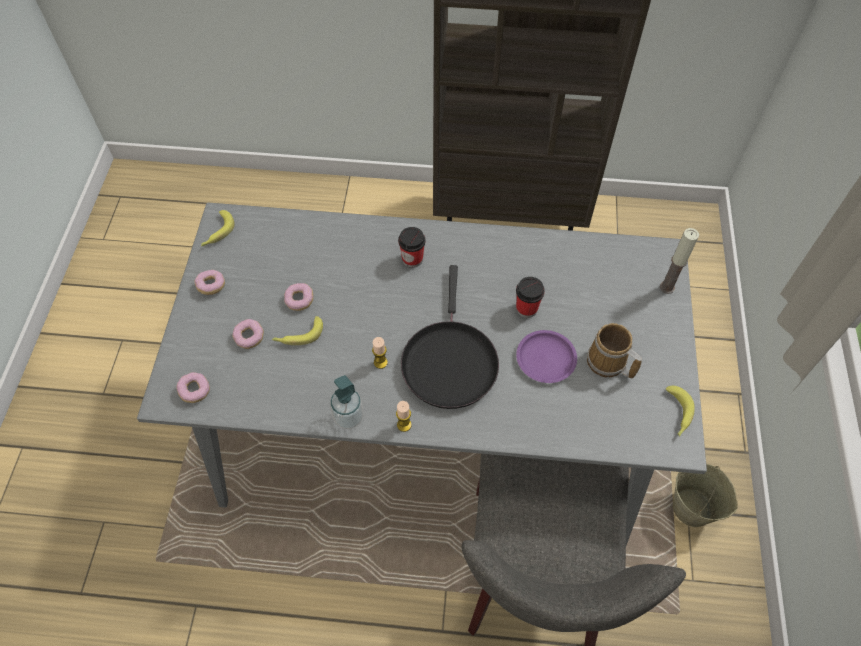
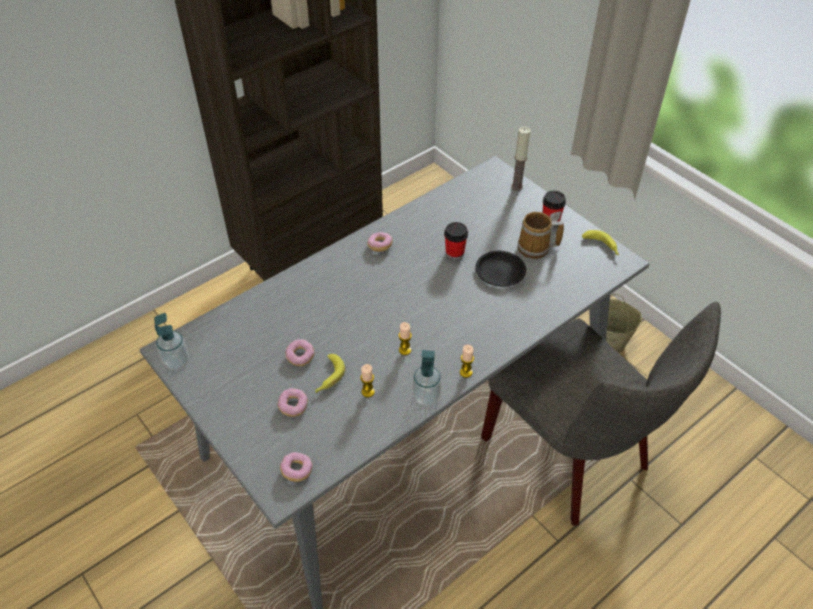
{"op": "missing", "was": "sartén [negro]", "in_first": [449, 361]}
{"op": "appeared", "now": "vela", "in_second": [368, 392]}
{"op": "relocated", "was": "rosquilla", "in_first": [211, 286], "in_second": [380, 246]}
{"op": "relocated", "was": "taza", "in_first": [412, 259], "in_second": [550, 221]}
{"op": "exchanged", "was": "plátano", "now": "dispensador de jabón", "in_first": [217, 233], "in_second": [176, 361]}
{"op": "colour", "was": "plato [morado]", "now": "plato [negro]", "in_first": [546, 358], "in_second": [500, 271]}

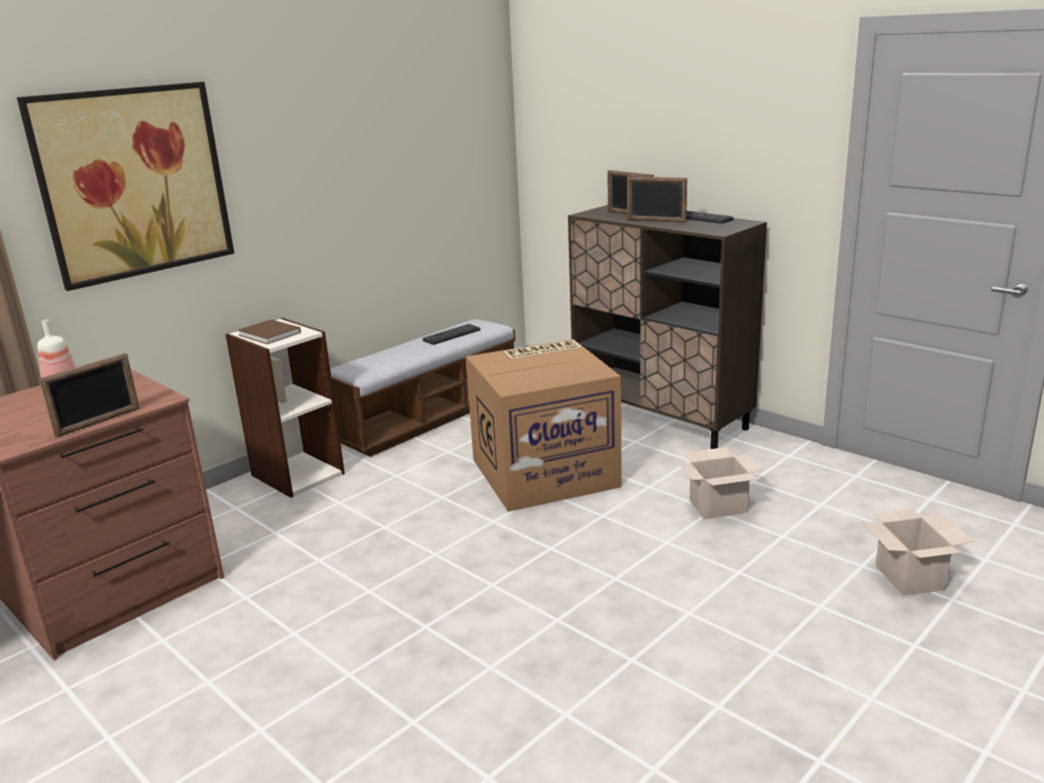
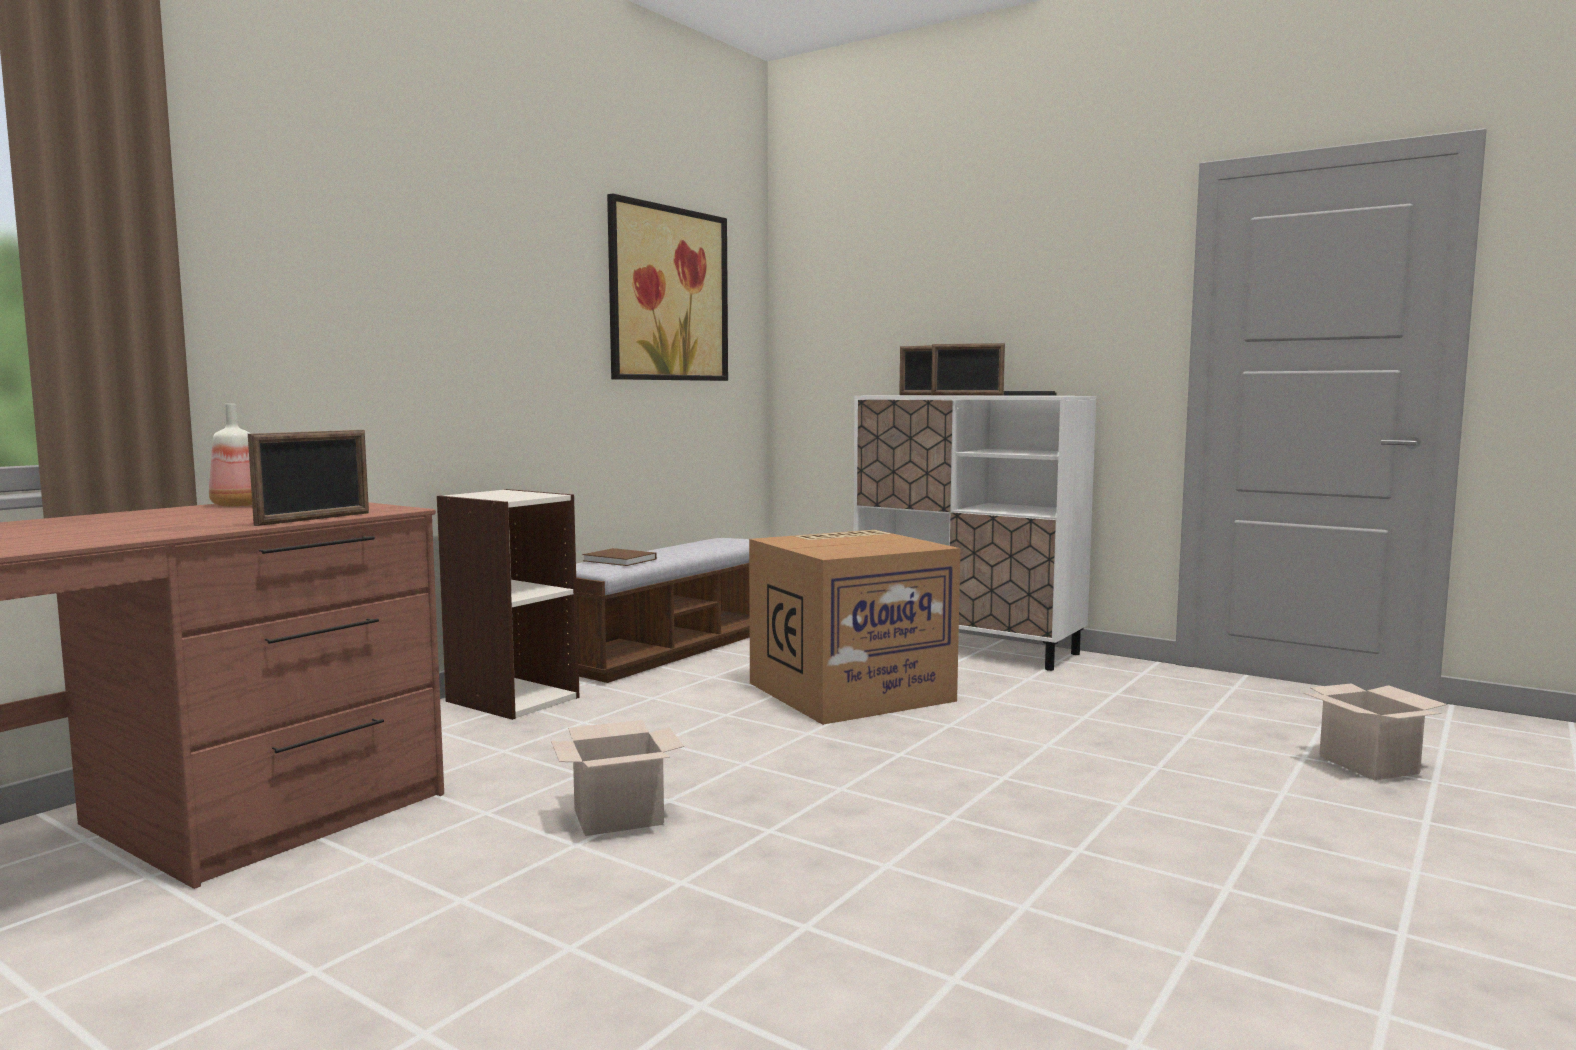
{"op": "missing", "was": "teclado", "in_first": [451, 335]}
{"op": "relocated", "was": "cuadro", "in_first": [134, 182], "in_second": [668, 294]}
{"op": "relocated", "was": "libro [marrón]", "in_first": [270, 334], "in_second": [621, 560]}
{"op": "relocated", "was": "caja de cartón", "in_first": [719, 506], "in_second": [620, 816]}
{"op": "colour", "was": "armario [marrón]", "now": "armario [blanco]", "in_first": [661, 417], "in_second": [967, 647]}

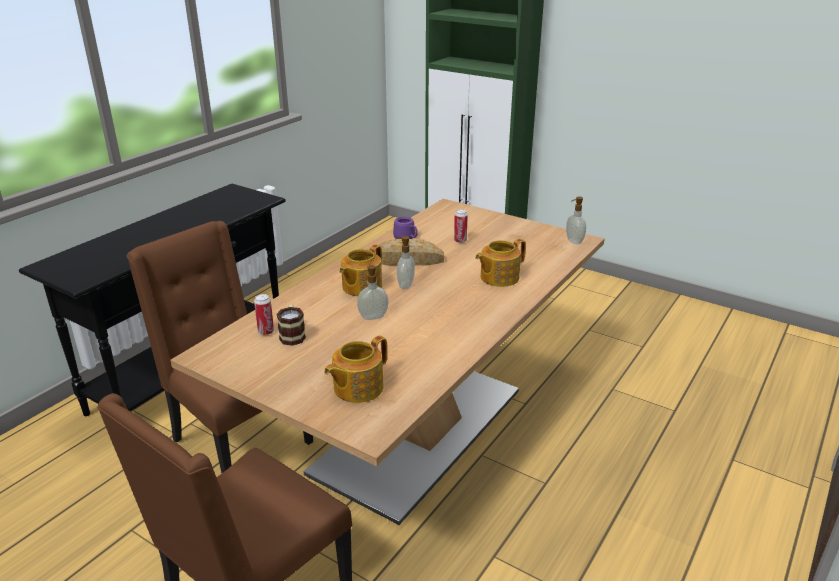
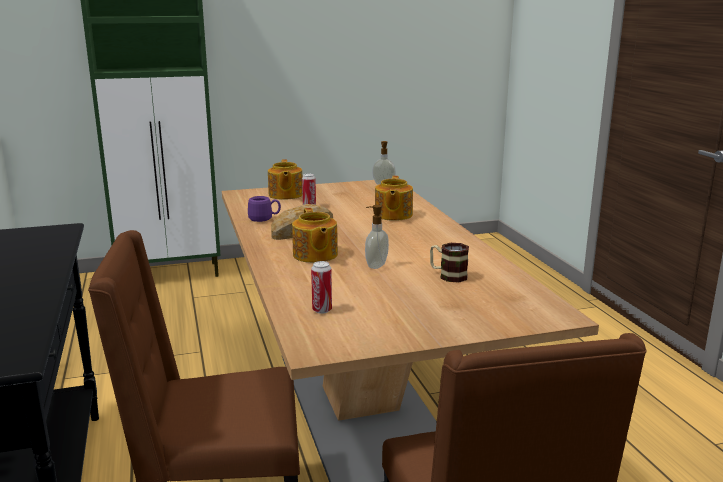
{"op": "missing", "was": "dispensador de jabón", "in_first": [405, 285]}
{"op": "relocated", "was": "taza grande", "in_first": [292, 335], "in_second": [448, 275]}
{"op": "relocated", "was": "tetera", "in_first": [357, 388], "in_second": [285, 195]}

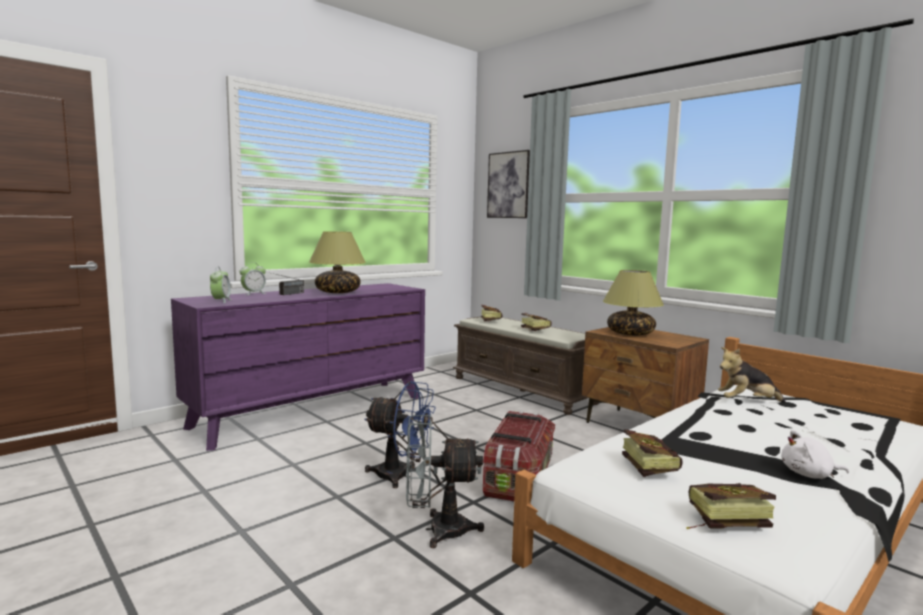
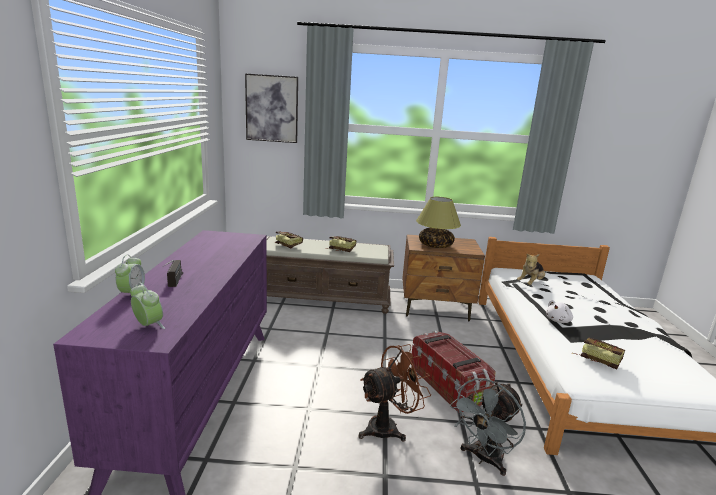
{"op": "missing", "was": "lámpara de mesa", "in_first": [338, 292]}
{"op": "missing", "was": "libro", "in_first": [720, 522]}
{"op": "relocated", "was": "peluche [blanco]", "in_first": [809, 475], "in_second": [558, 320]}
{"op": "colour", "was": "ventilador [azul]", "now": "ventilador [marrón]", "in_first": [400, 476], "in_second": [389, 427]}

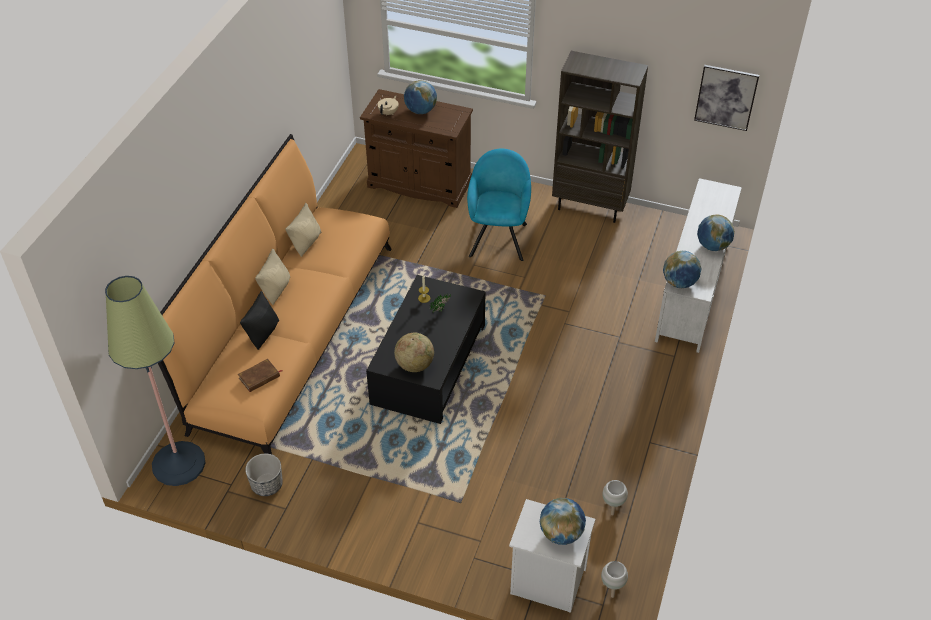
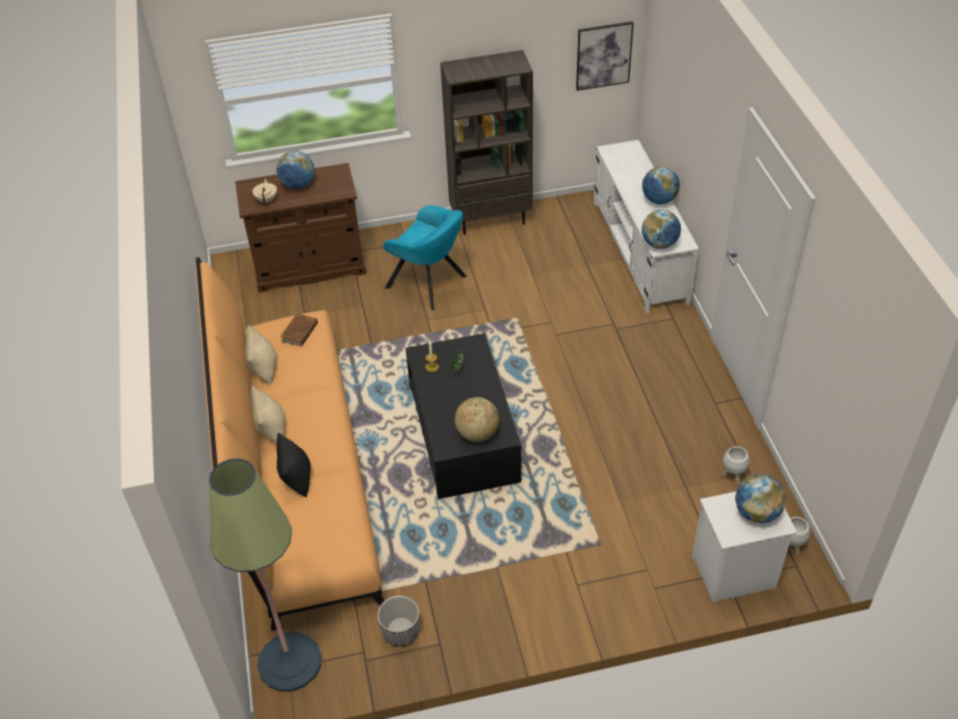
{"op": "relocated", "was": "libro [marrón]", "in_first": [259, 377], "in_second": [300, 332]}
{"op": "spun", "was": "sillón [turquesa]", "in_first": [498, 237], "in_second": [429, 283], "clockwise": 150}

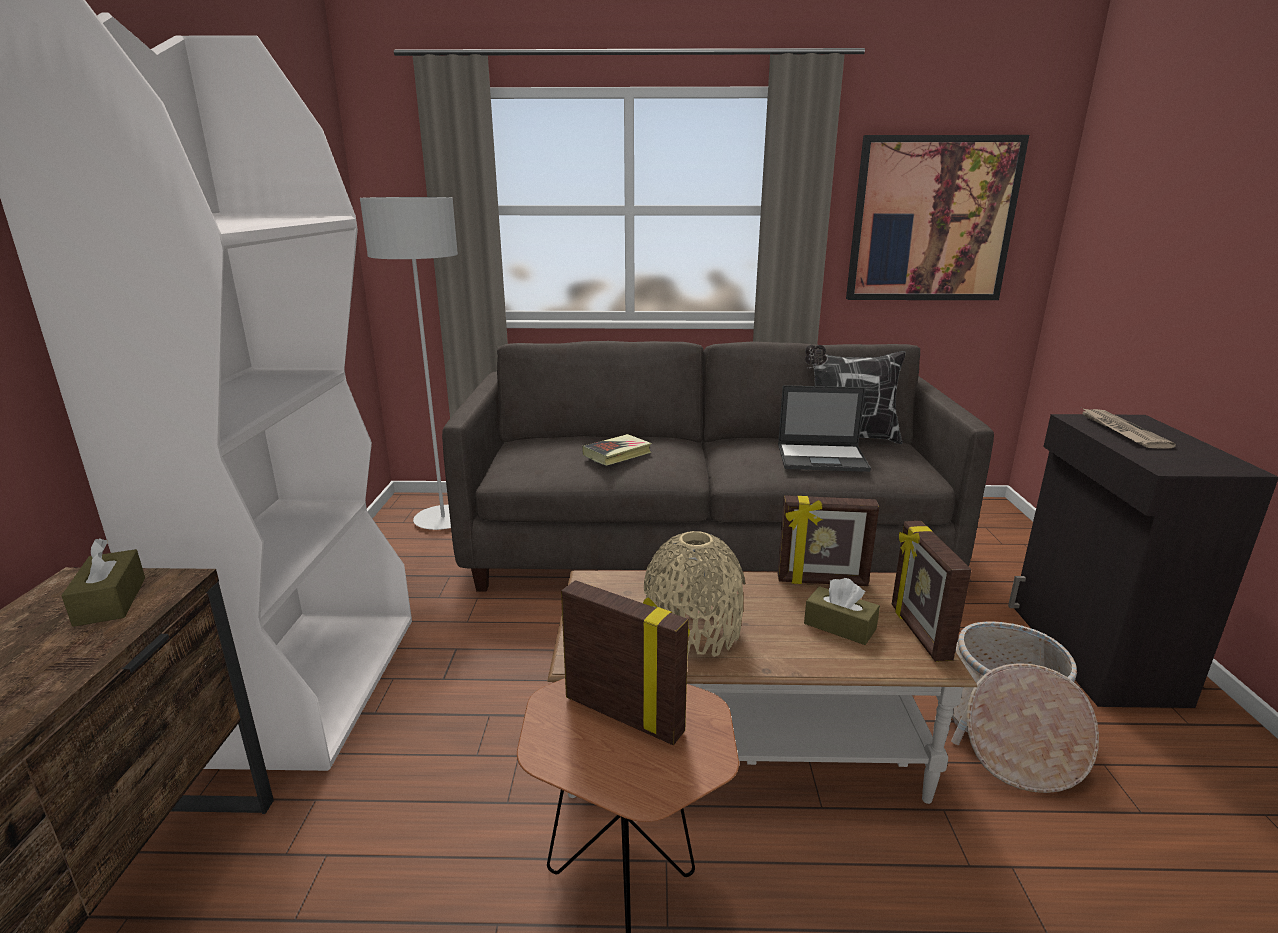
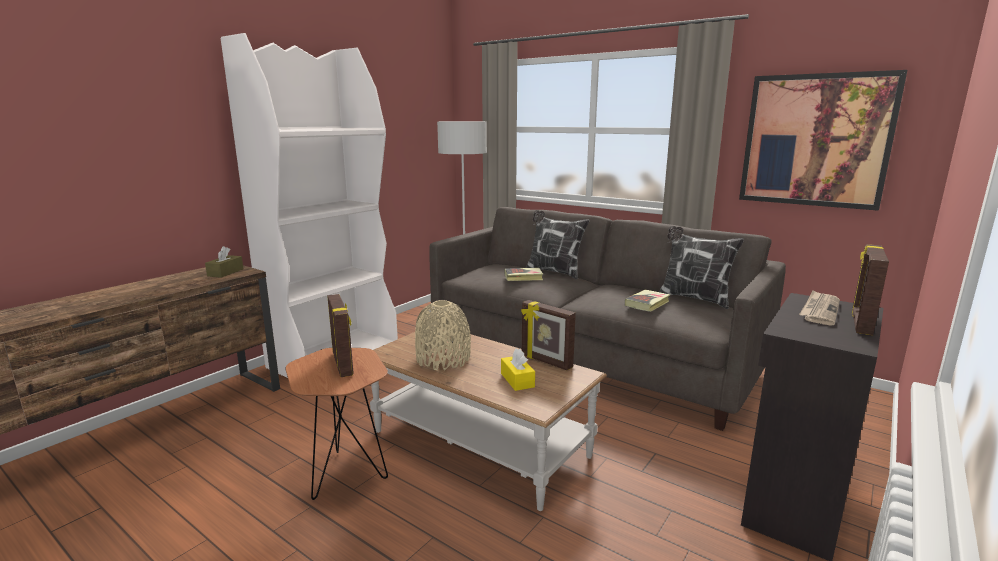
{"op": "missing", "was": "cesta", "in_first": [1006, 728]}
{"op": "appeared", "now": "cojín", "in_second": [554, 272]}
{"op": "relocated", "was": "portarretratos", "in_first": [918, 632], "in_second": [860, 323]}
{"op": "exchanged", "was": "portátil", "now": "libro", "in_first": [823, 458], "in_second": [647, 303]}
{"op": "colour", "was": "caja de pañuelos [marrón]", "now": "caja de pañuelos [amarillo]", "in_first": [839, 626], "in_second": [517, 380]}

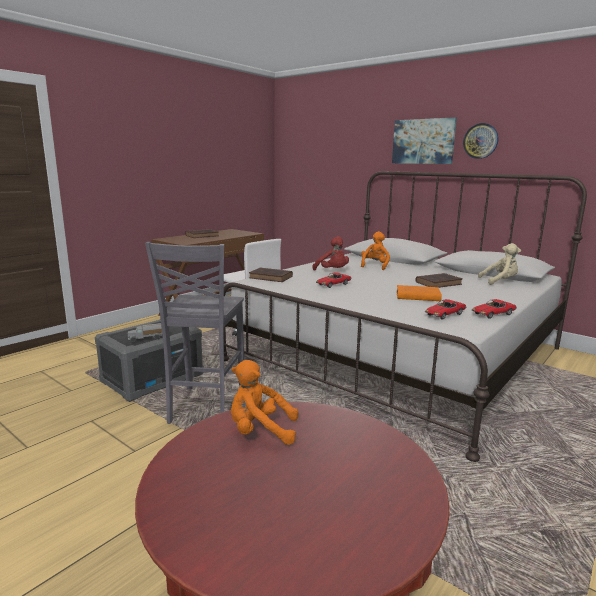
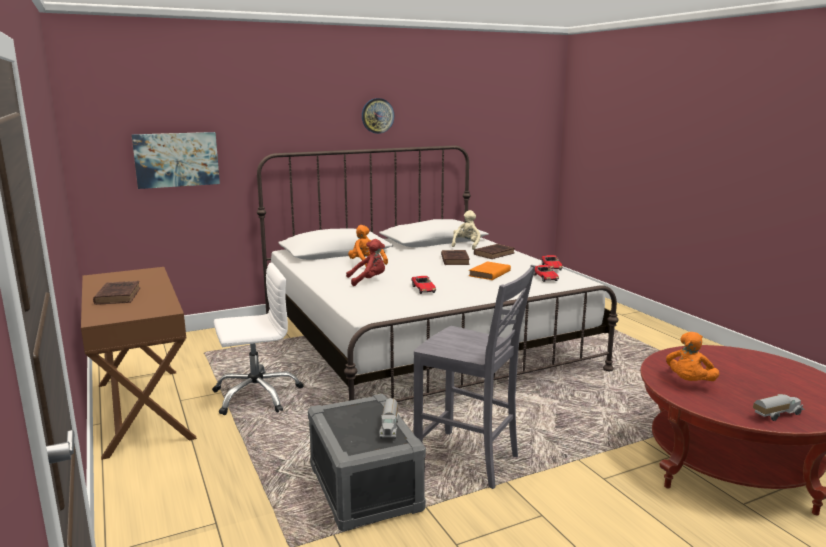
{"op": "appeared", "now": "camión de juguete", "in_second": [776, 415]}
{"op": "relocated", "was": "libro [marrón]", "in_first": [271, 277], "in_second": [495, 254]}
{"op": "relocated", "was": "cuadro", "in_first": [423, 141], "in_second": [176, 159]}

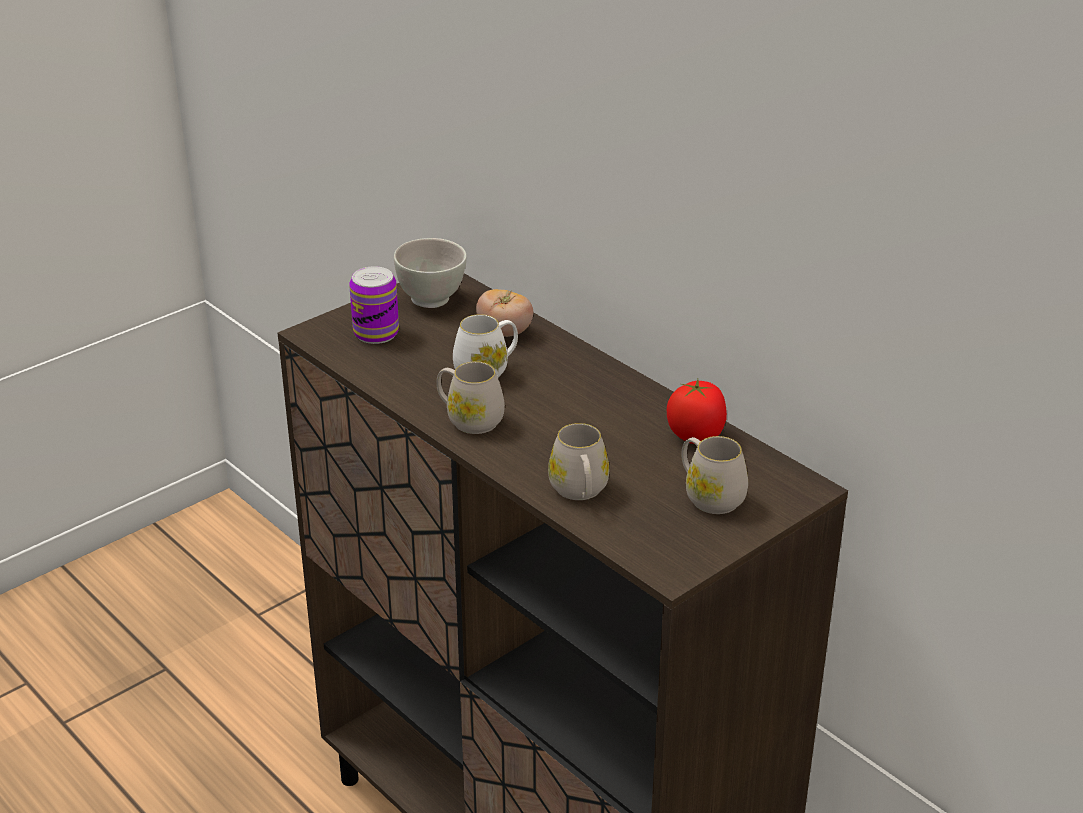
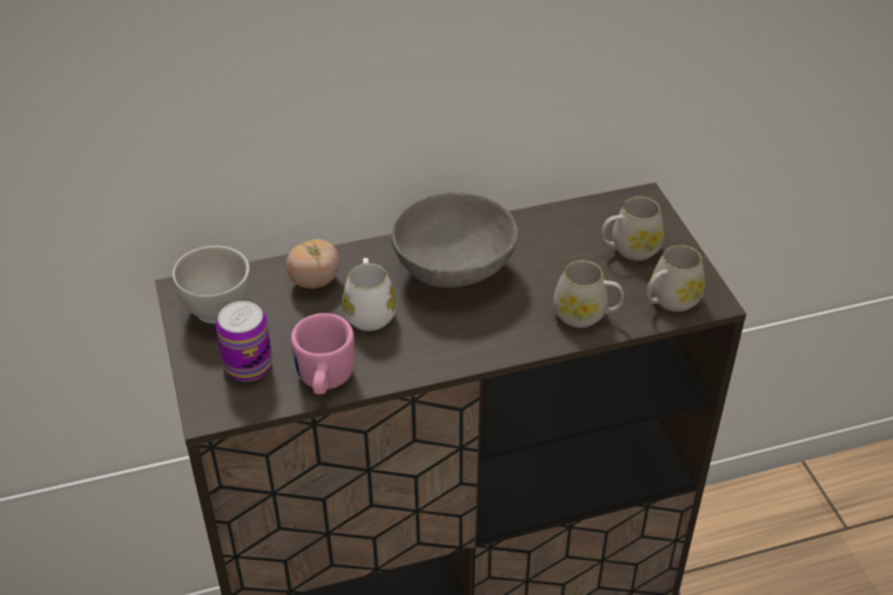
{"op": "missing", "was": "tomate", "in_first": [696, 436]}
{"op": "appeared", "now": "taza grande [rosa]", "in_second": [323, 381]}
{"op": "appeared", "now": "cuenco [gris]", "in_second": [455, 269]}
{"op": "relocated", "was": "taza grande [blanco]", "in_first": [469, 419], "in_second": [669, 300]}

